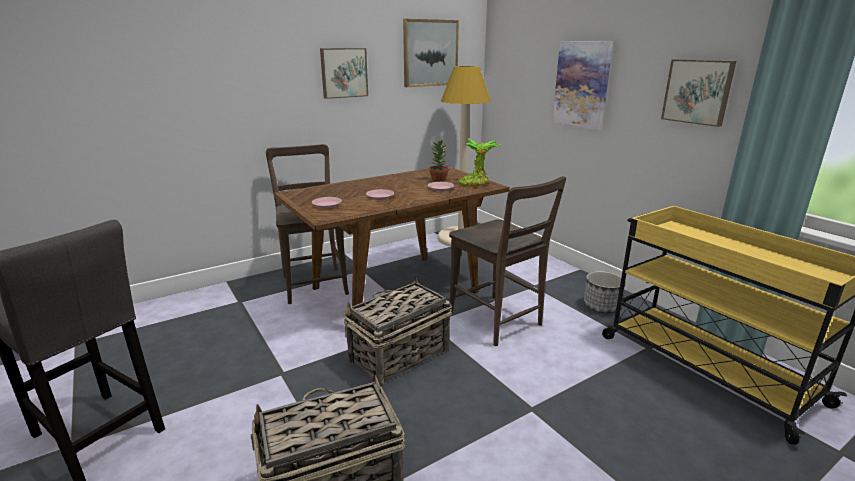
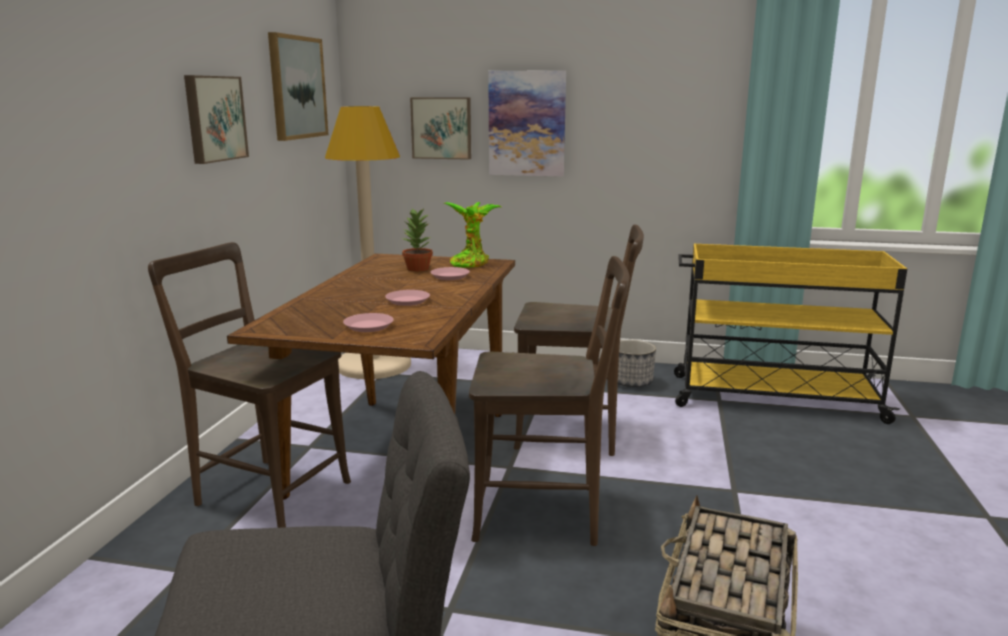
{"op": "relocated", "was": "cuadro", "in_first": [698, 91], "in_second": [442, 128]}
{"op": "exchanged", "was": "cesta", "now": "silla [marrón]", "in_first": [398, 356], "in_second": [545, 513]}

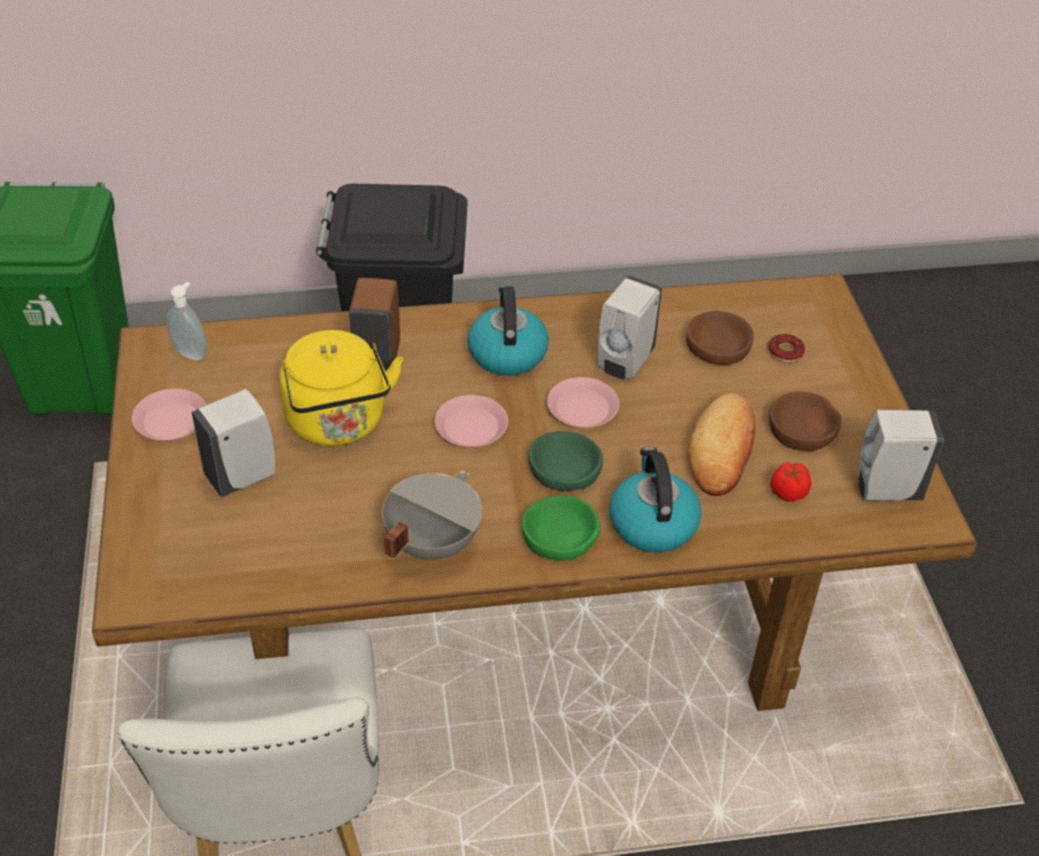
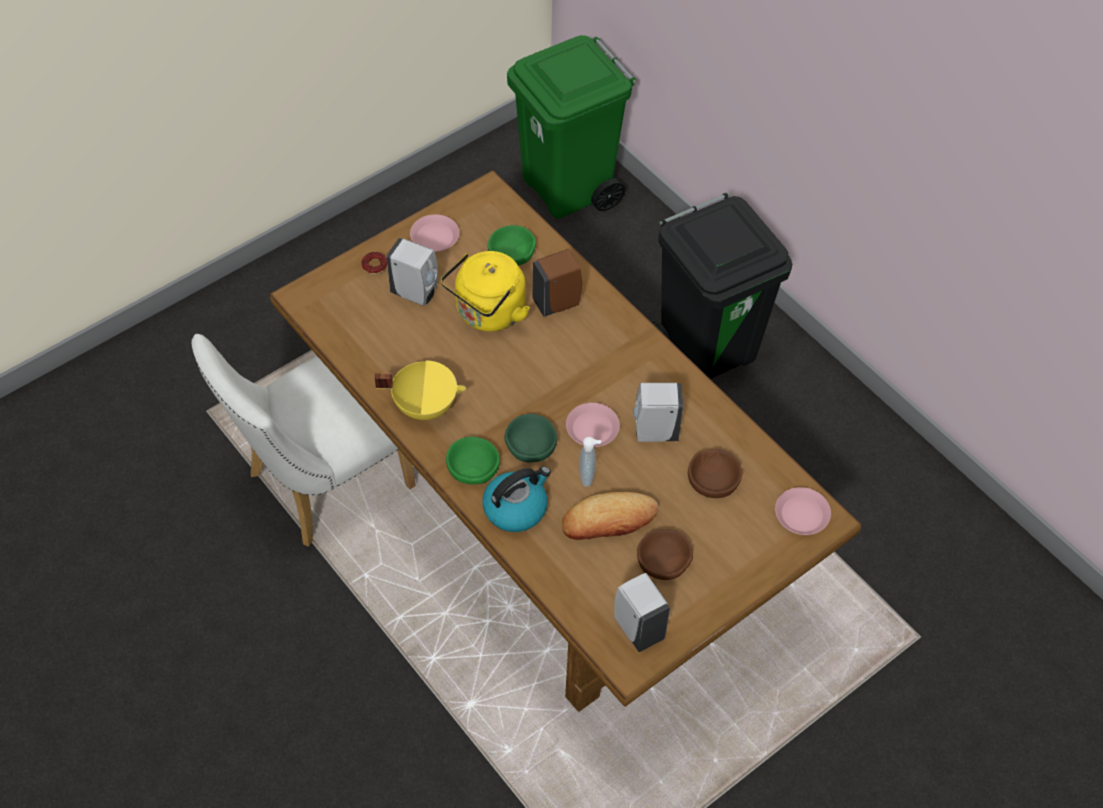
{"op": "missing", "was": "hervidor", "in_first": [507, 353]}
{"op": "missing", "was": "tomate", "in_first": [787, 492]}
{"op": "appeared", "now": "cuenco [verde]", "in_second": [512, 251]}
{"op": "relocated", "was": "dispensador de jabón", "in_first": [192, 353], "in_second": [588, 476]}
{"op": "relocated", "was": "plato [rosa]", "in_first": [471, 427], "in_second": [801, 514]}
{"op": "relocated", "was": "rosquilla", "in_first": [785, 352], "in_second": [374, 265]}
{"op": "colour", "was": "olla [gris]", "now": "olla [amarillo]", "in_first": [430, 542], "in_second": [425, 405]}

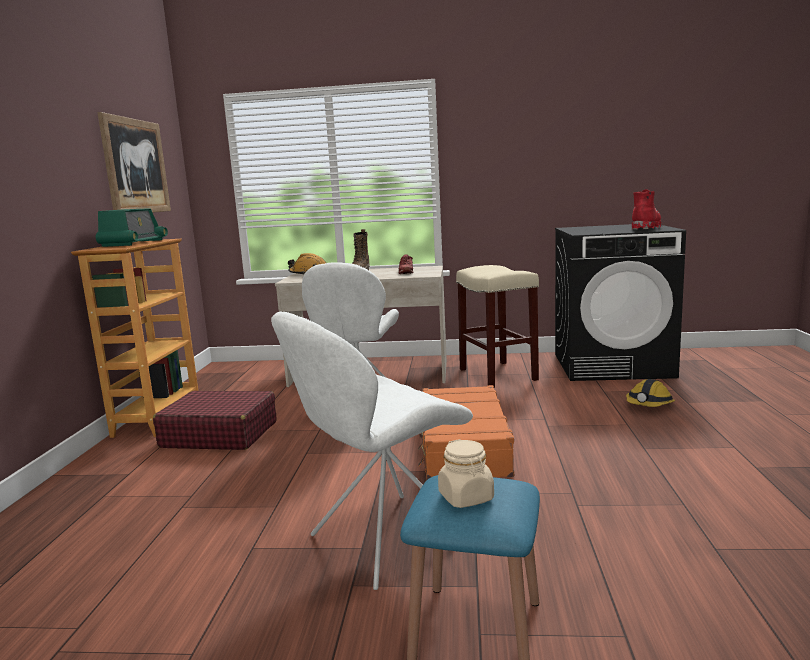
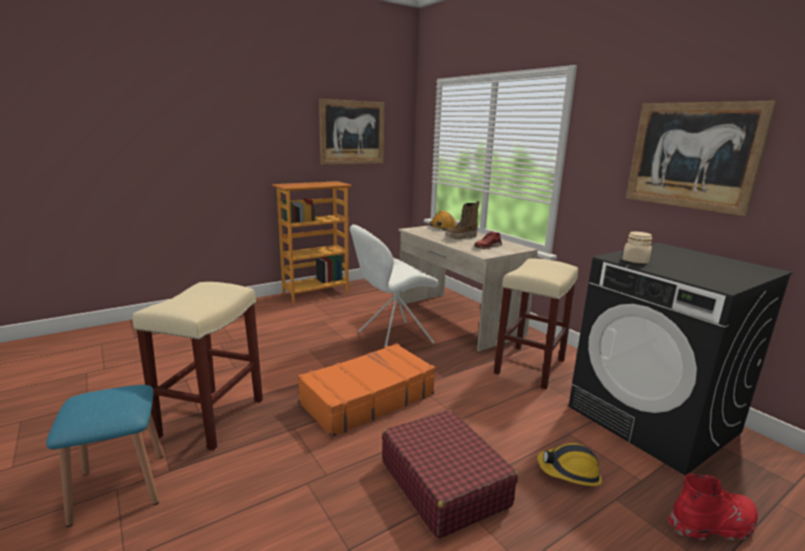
{"op": "missing", "was": "radio", "in_first": [134, 243]}
{"op": "appeared", "now": "cuadro", "in_second": [692, 155]}
{"op": "relocated", "was": "maleta [rojo]", "in_first": [219, 434], "in_second": [444, 482]}
{"op": "relocated", "was": "tarro [beis]", "in_first": [466, 497], "in_second": [635, 261]}
{"op": "relocated", "was": "bota [rojo]", "in_first": [645, 228], "in_second": [712, 525]}
{"op": "exchanged", "was": "silla [blanco]", "now": "taburete [beis]", "in_first": [384, 540], "in_second": [212, 416]}

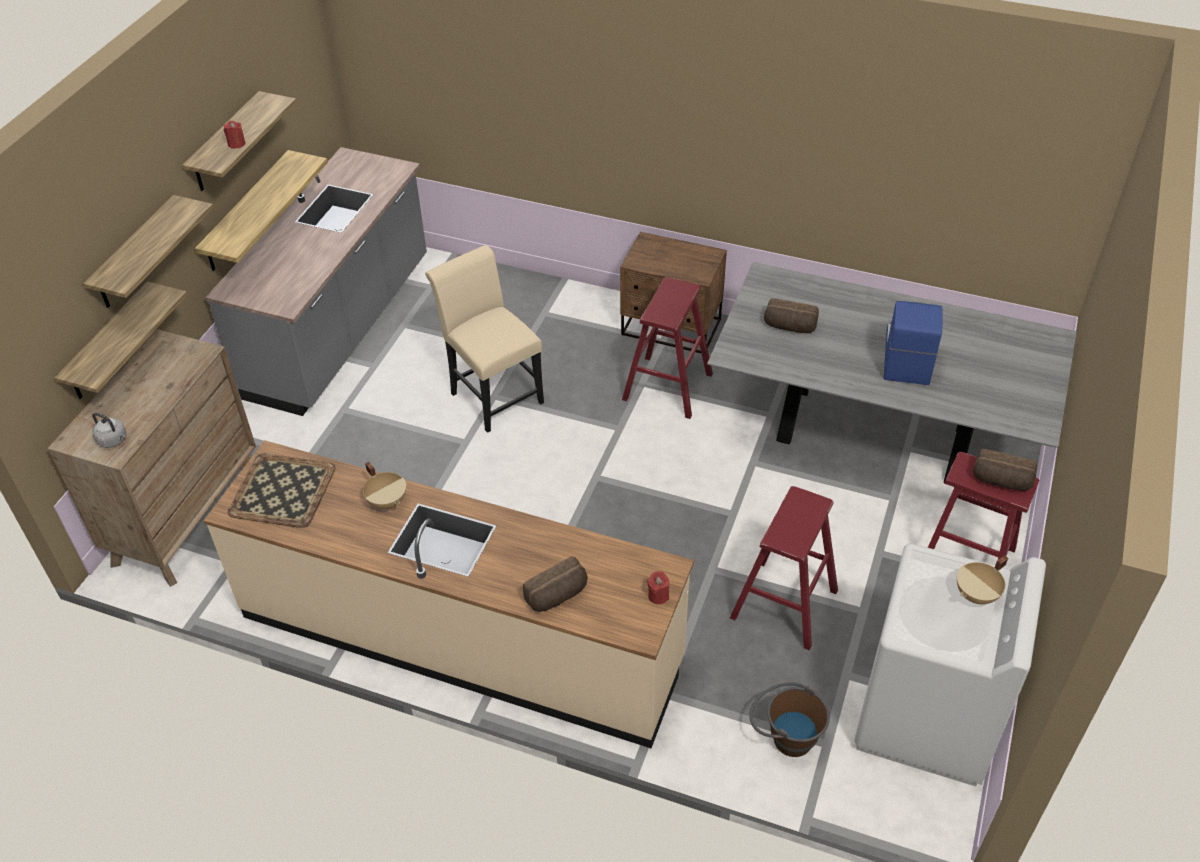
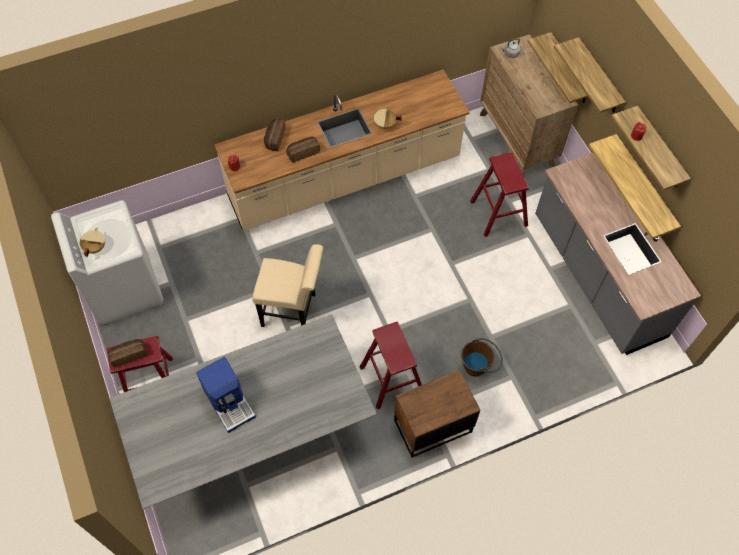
{"op": "missing", "was": "bandeja", "in_first": [281, 491]}
{"op": "relocated", "was": "silla [beis]", "in_first": [493, 394], "in_second": [293, 310]}
{"op": "relocated", "was": "taburete [rojo]", "in_first": [784, 604], "in_second": [498, 213]}
{"op": "relocated", "was": "cubo [marrón]", "in_first": [784, 735], "in_second": [479, 365]}
{"op": "relocated", "was": "pan", "in_first": [789, 327], "in_second": [303, 152]}

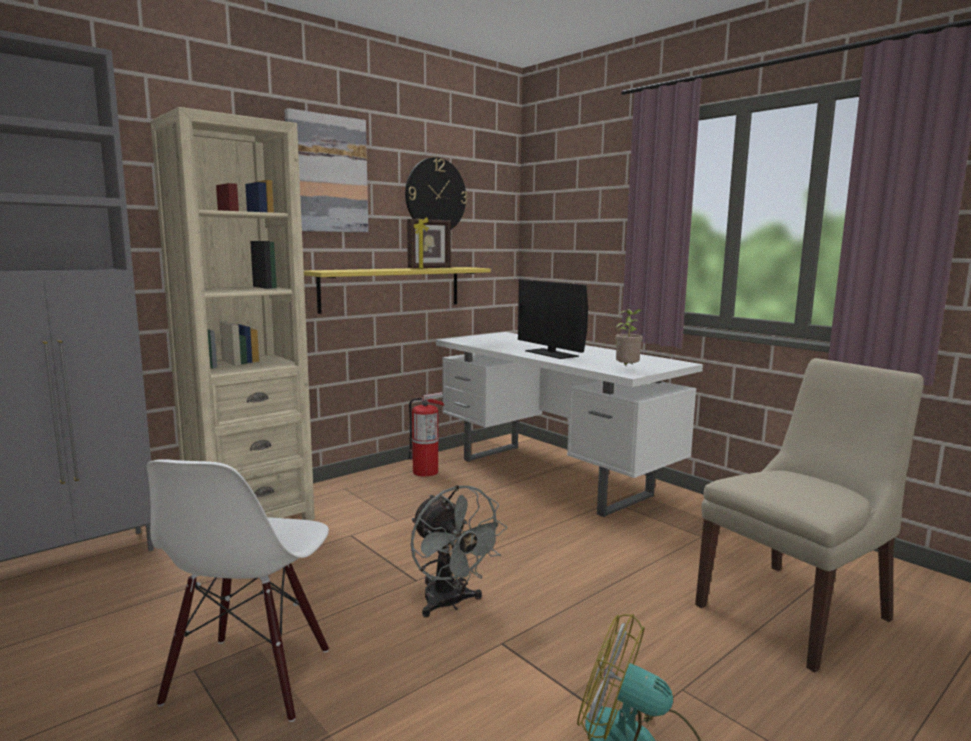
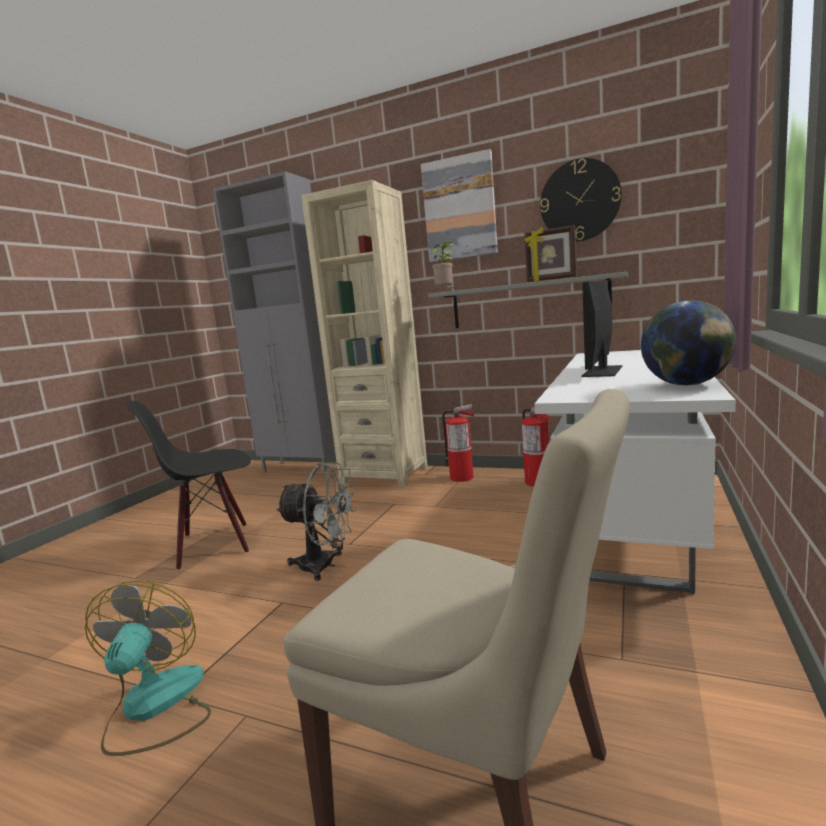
{"op": "appeared", "now": "extintor", "in_second": [462, 478]}
{"op": "appeared", "now": "globo terráqueo", "in_second": [686, 385]}
{"op": "relocated", "was": "planta en maceta", "in_first": [627, 369], "in_second": [445, 291]}
{"op": "colour", "was": "silla [blanco]", "now": "silla [negro]", "in_first": [250, 677], "in_second": [214, 544]}
{"op": "colour", "was": "estante [amarillo]", "now": "estante [gris]", "in_first": [392, 288], "in_second": [528, 303]}
{"op": "spun", "was": "ventilador [gris]", "in_first": [450, 604], "in_second": [325, 566], "clockwise": -105}

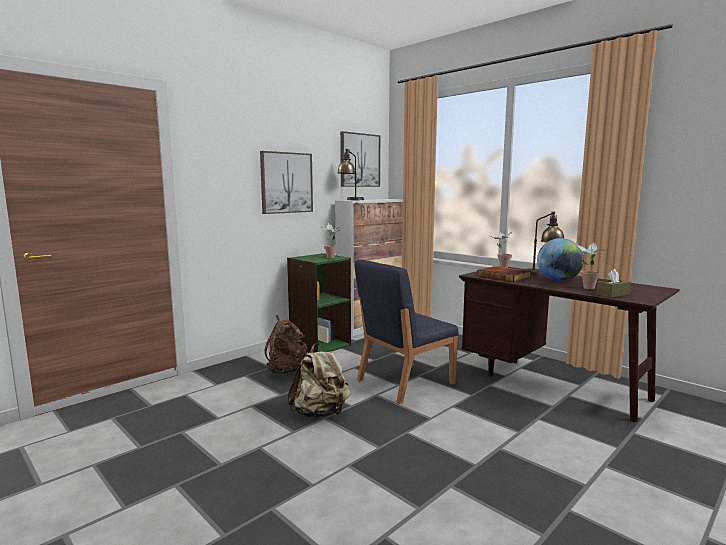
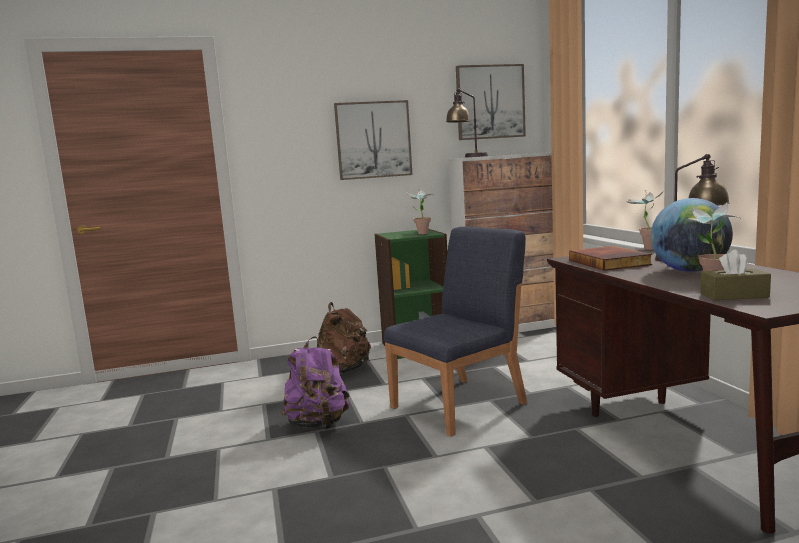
{"op": "colour", "was": "mochila [beis]", "now": "mochila [morado]", "in_first": [320, 413], "in_second": [318, 425]}
{"op": "spun", "was": "silla [azul]", "in_first": [404, 382], "in_second": [460, 405], "clockwise": 150}

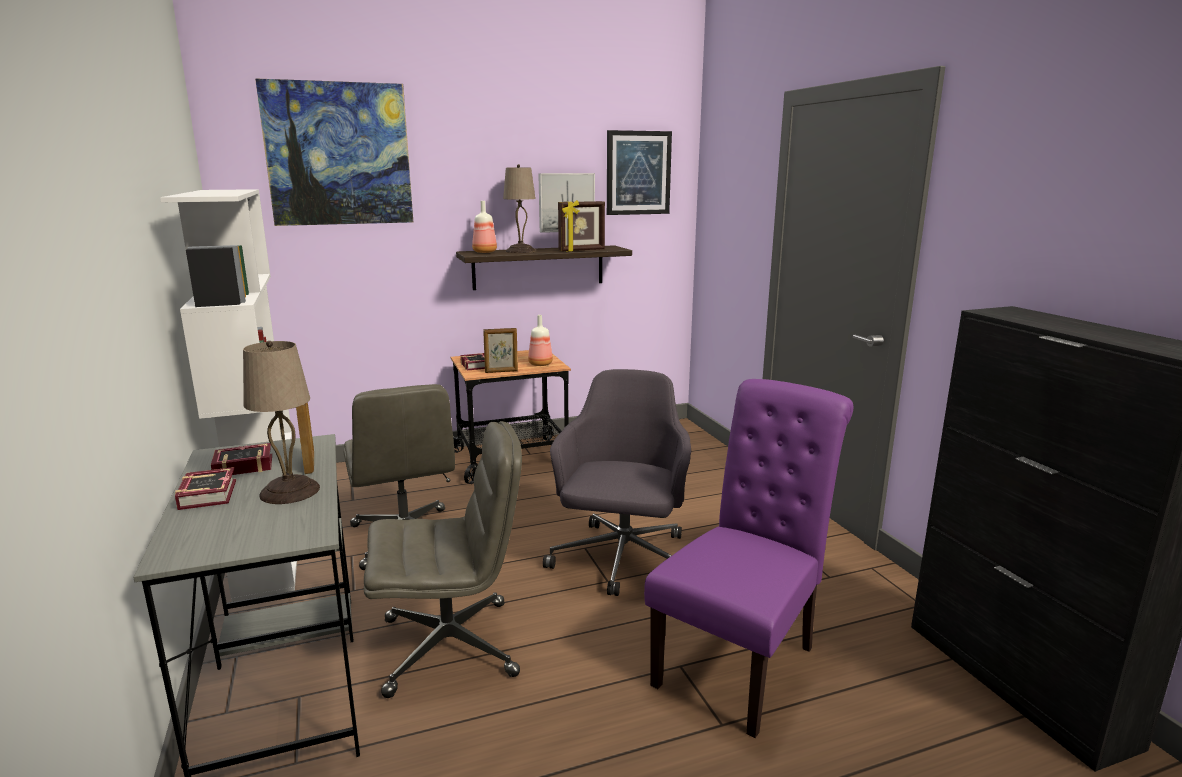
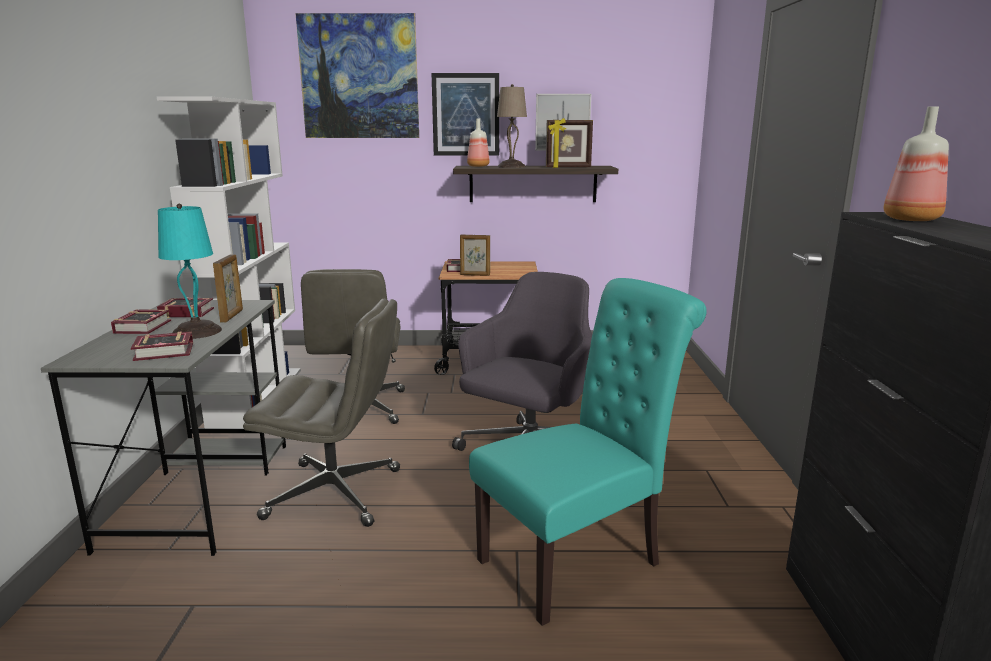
{"op": "appeared", "now": "libro", "in_second": [166, 352]}
{"op": "relocated", "was": "botella", "in_first": [540, 364], "in_second": [911, 219]}
{"op": "relocated", "was": "cuadro", "in_first": [638, 173], "in_second": [466, 115]}
{"op": "colour", "was": "lámpara de mesa [beis]", "now": "lámpara de mesa [turquesa]", "in_first": [291, 491], "in_second": [198, 332]}
{"op": "colour", "was": "silla [morado]", "now": "silla [turquesa]", "in_first": [742, 661], "in_second": [579, 559]}

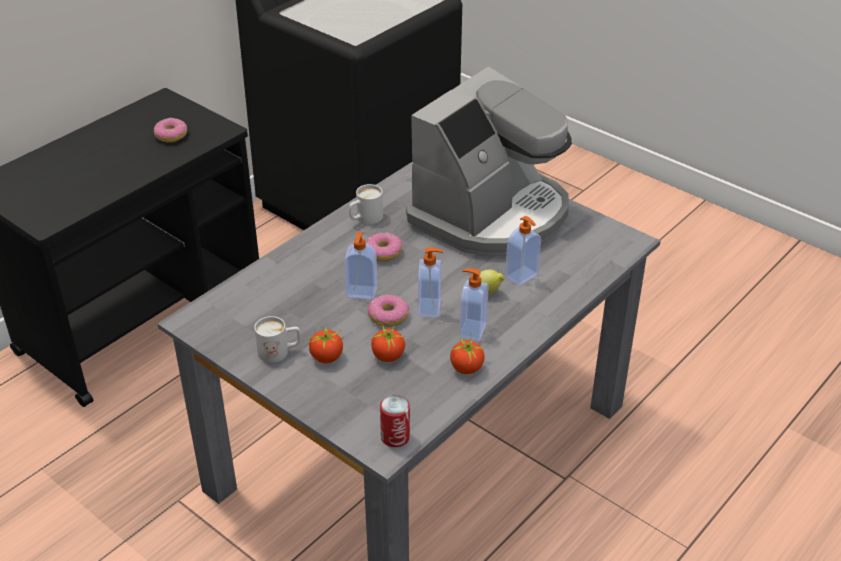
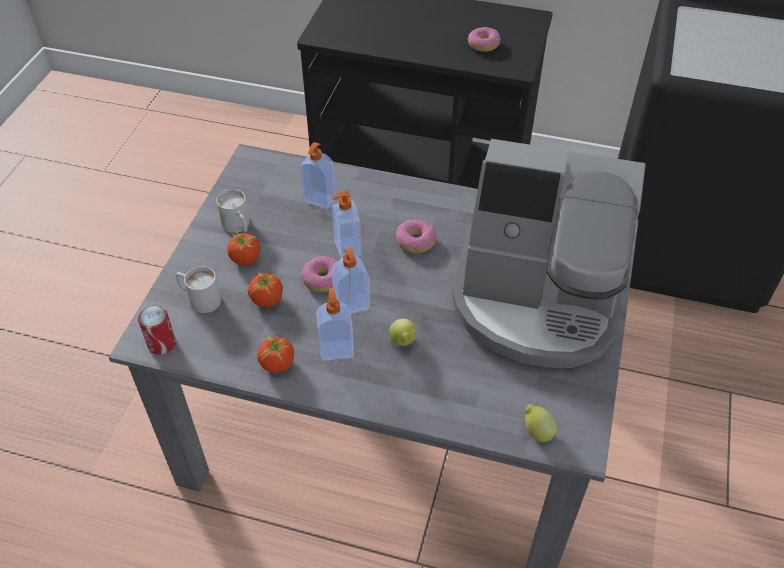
{"op": "appeared", "now": "limón", "in_second": [537, 431]}
{"op": "relocated", "was": "taza grande [blanco]", "in_first": [365, 219], "in_second": [199, 299]}
{"op": "relocated", "was": "dispensador de jabón", "in_first": [522, 276], "in_second": [319, 200]}

